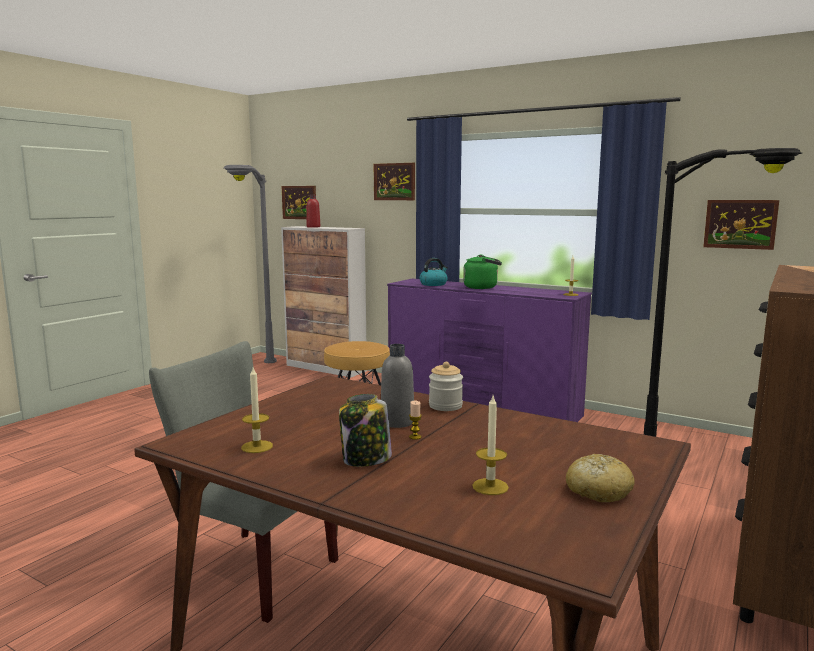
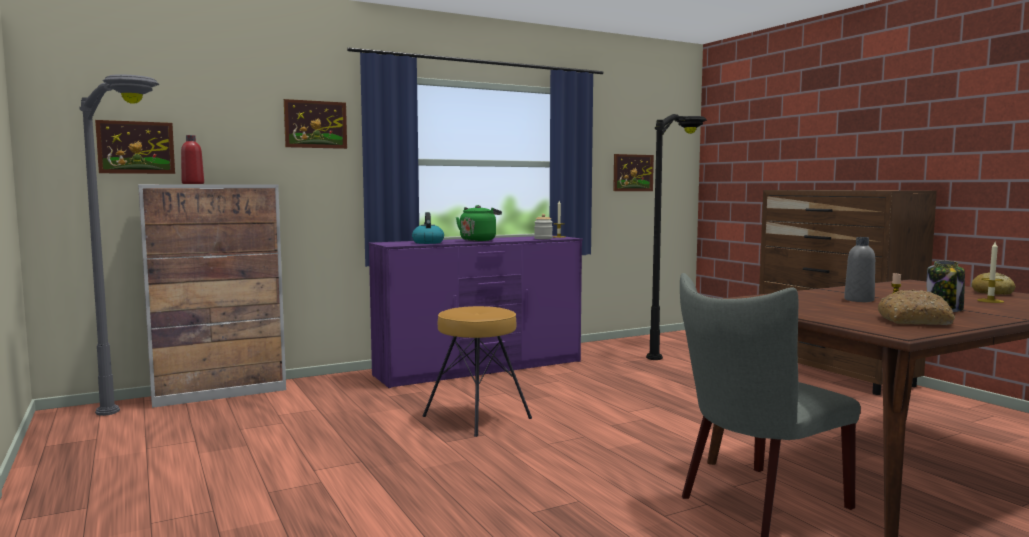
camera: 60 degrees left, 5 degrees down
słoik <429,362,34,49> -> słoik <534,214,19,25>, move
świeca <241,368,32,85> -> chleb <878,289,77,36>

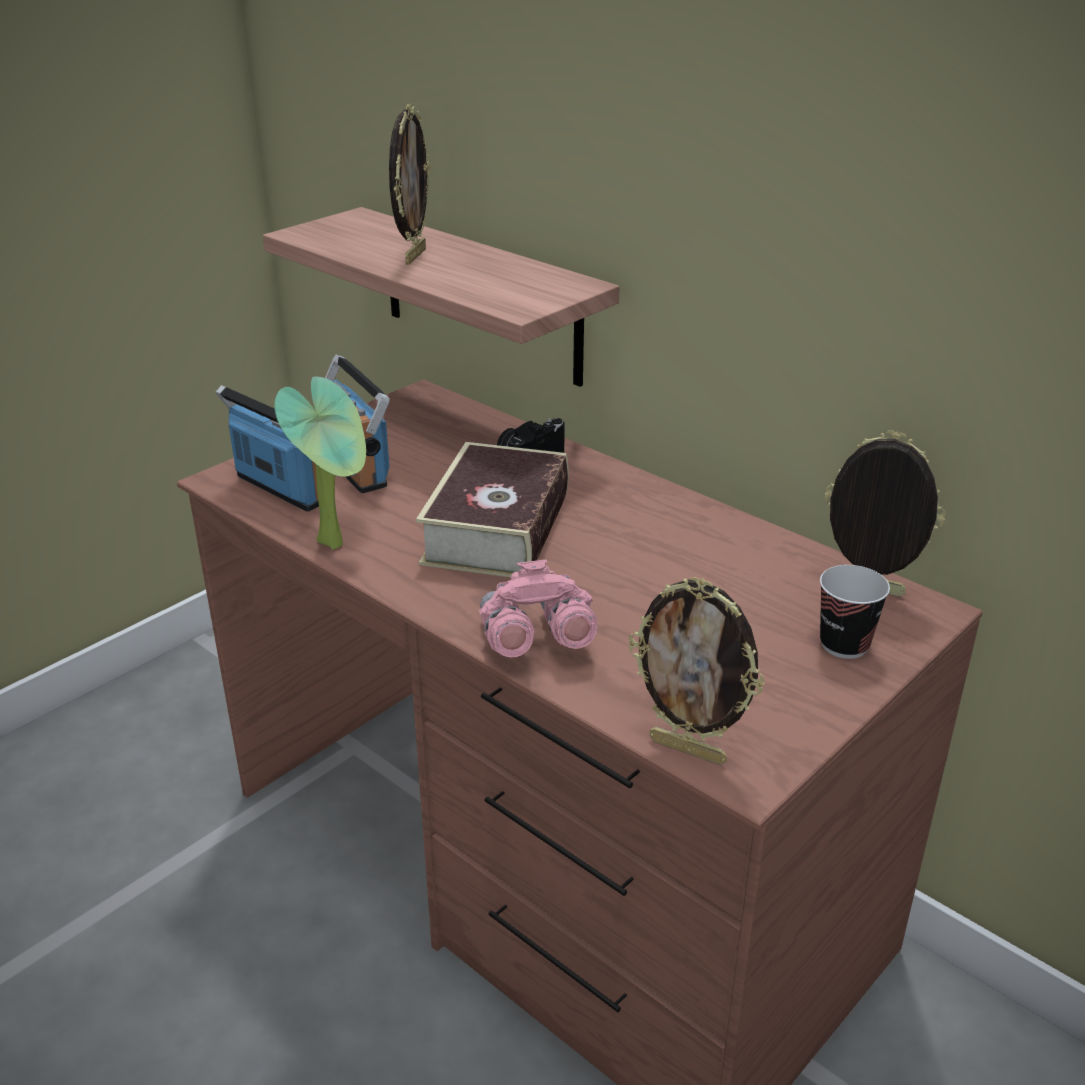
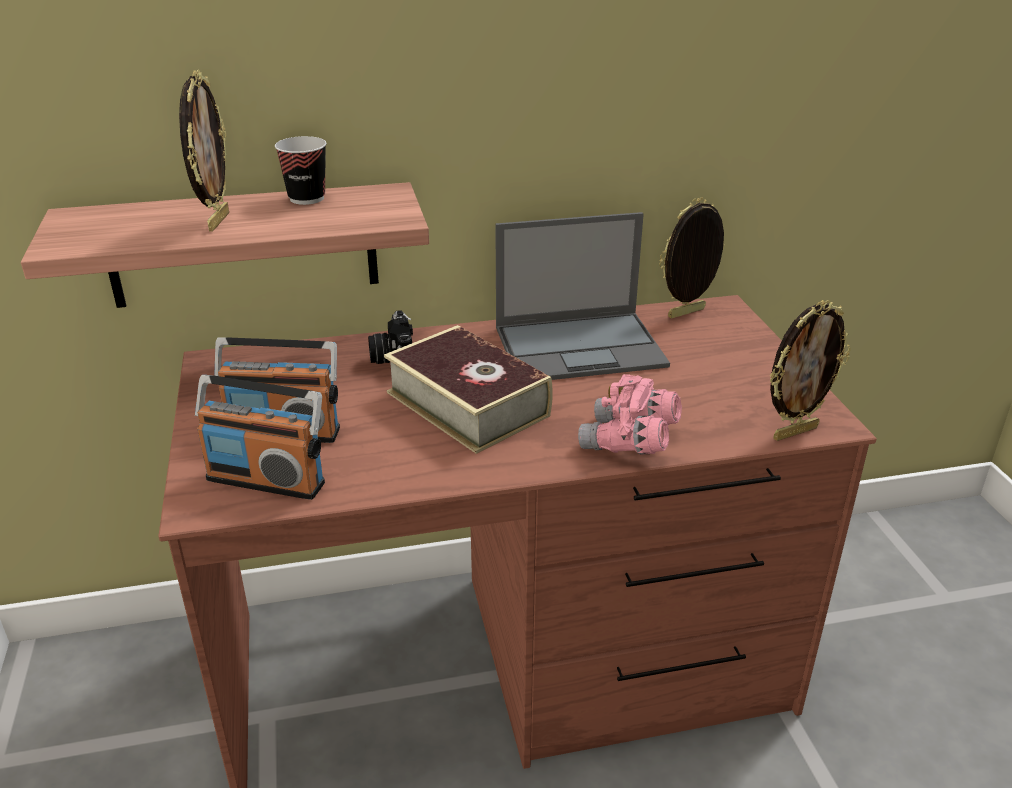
camera: 55 degrees left, 0 degrees up
roślina doniczkowa <274,376,92,174> -> none
none -> laptop <495,212,175,168>
filiżanka <820,565,70,94> -> filiżanka <275,136,52,69>, move
radio <215,385,104,126> -> radio <195,375,130,125>, 150 degrees counterclockwise
ramka na zdjęcie <389,104,41,161> -> ramka na zdjęcie <179,70,50,162>, 45 degrees clockwise

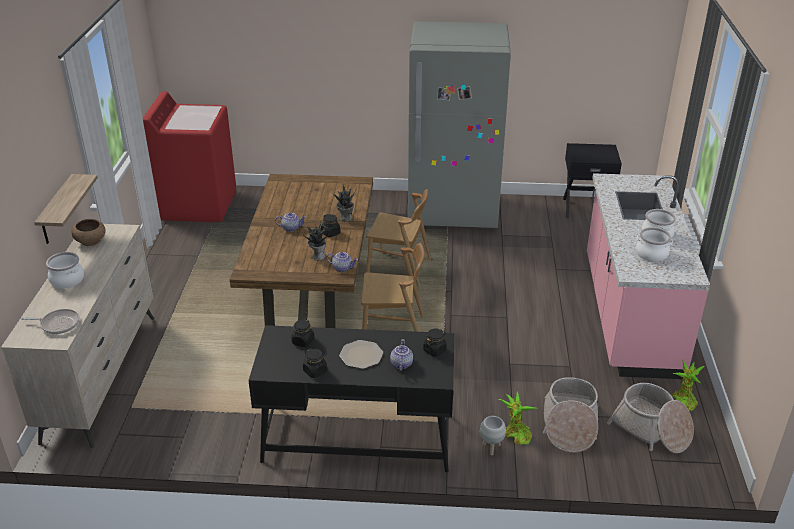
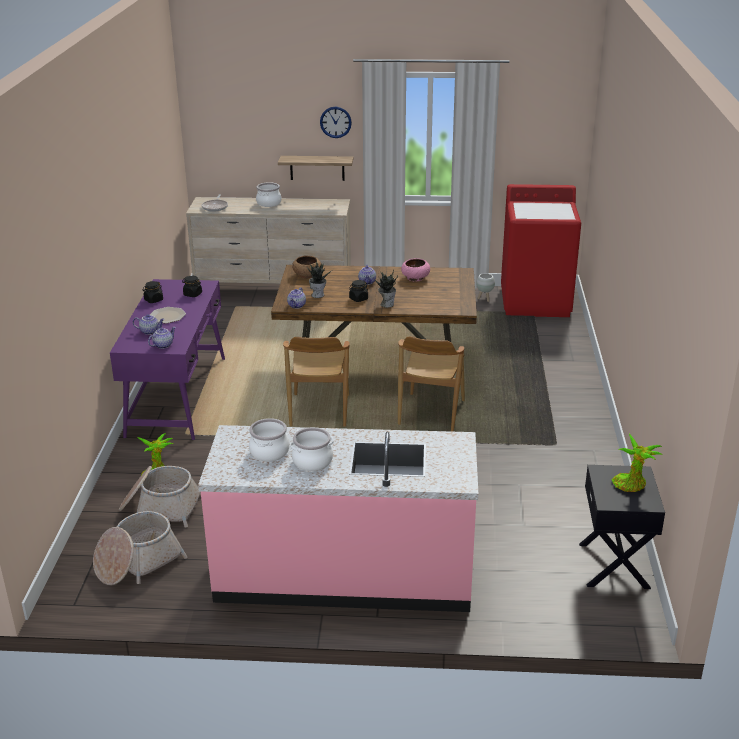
camera: 90 degrees right, 5 degrees down
lodówka [szary] <408,21,103,207> -> none
none -> zegar ścienny <320,107,32,31>
none -> miska [różowy] <401,258,29,24>
miska [brązowy] <71,219,35,27> -> miska [brązowy] <292,255,29,24>, move
donica [biały] <480,416,26,40> -> donica [biały] <476,273,19,29>, move
roślina doniczkowa <672,360,33,51> -> roślina doniczkowa <612,433,50,59>, move
słoik [czarny] <423,329,24,28> -> imbryk <148,327,28,22>
biurko [czarny] <248,325,206,147> -> biurko [fioletowy] <110,279,115,161>

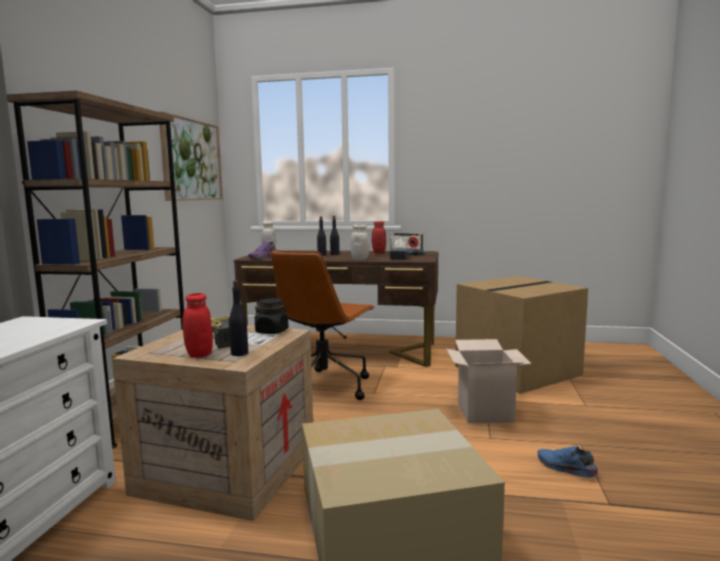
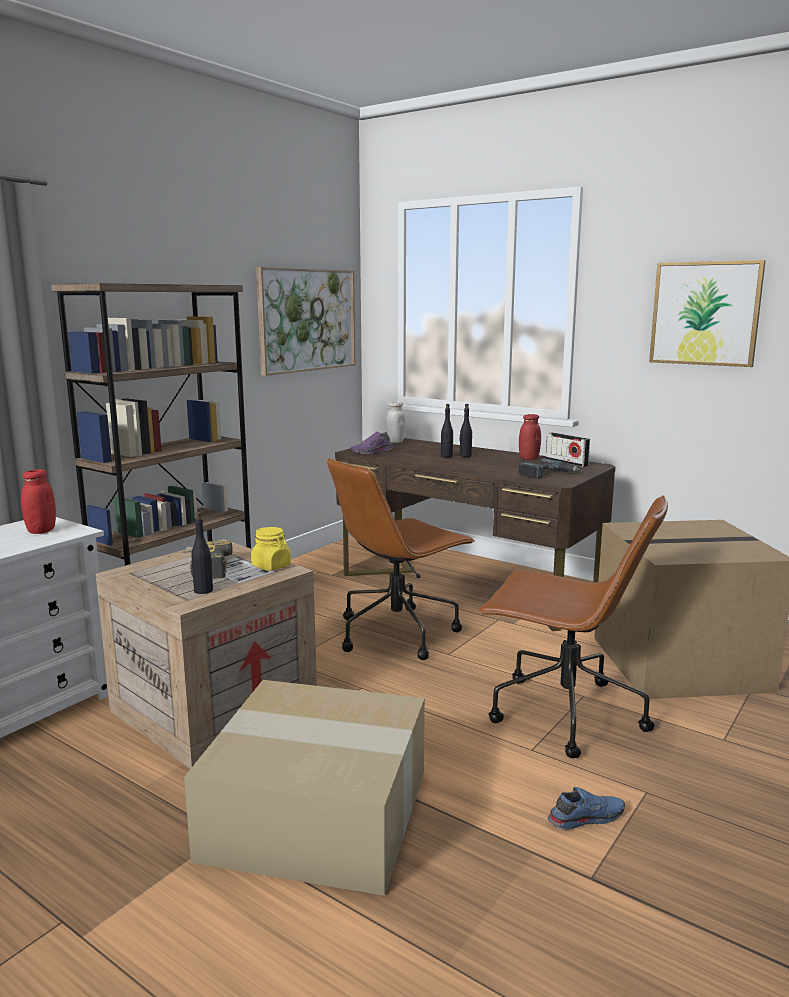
camera: 25 degrees right, 5 degrees up
słoik [biały] <350,225,19,35> -> none
none -> obraz <649,260,117,107>
słoik [czerwony] <182,293,31,65> -> słoik [czerwony] <21,469,35,65>, move
karton <446,339,86,84> -> krzesło biurowe [brązowy] <478,495,190,264>
słoik [czarny] <254,298,35,36> -> słoik [żółty] <251,527,40,43>
but [niebieski] <537,446,62,32> -> but [niebieski] <548,787,77,43>, 90 degrees clockwise

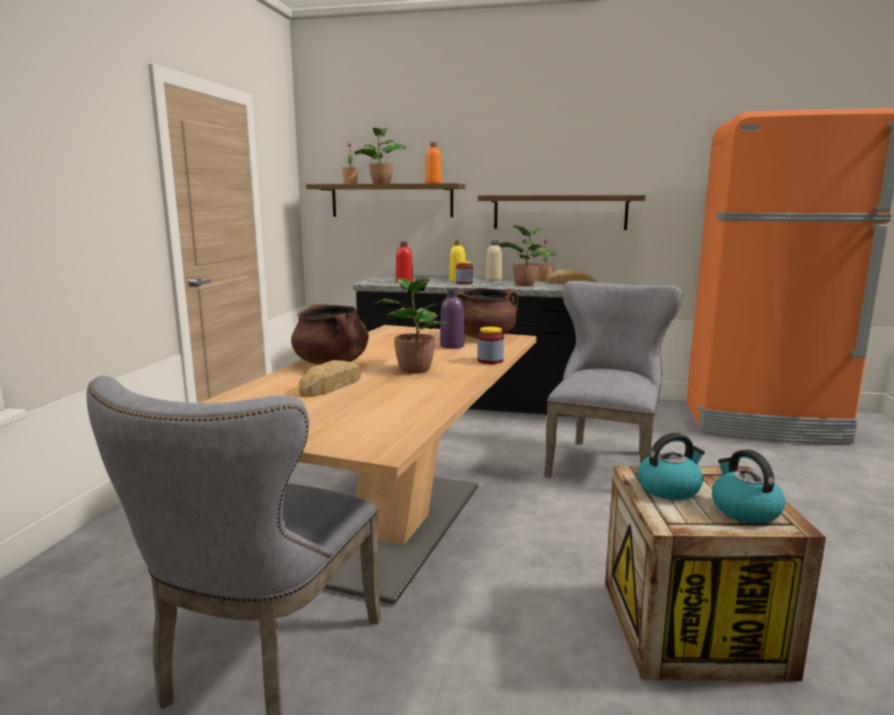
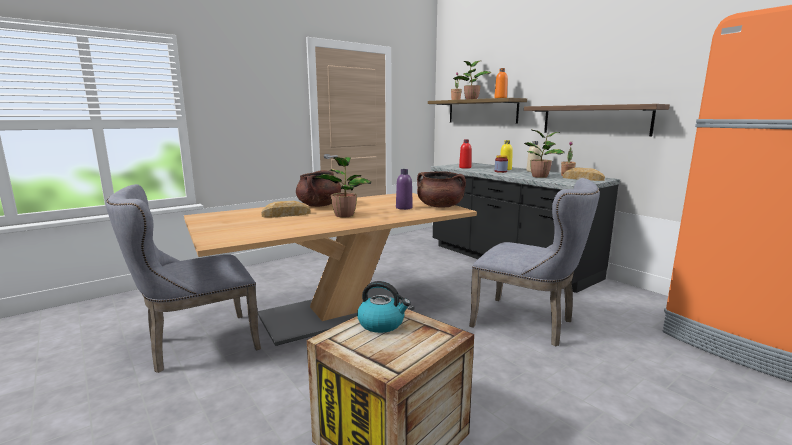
camera: 40 degrees right, 0 degrees up
słoik <477,327,27,37> -> none
czajnik <712,449,74,74> -> none
krzesło [szary] <544,281,138,197> -> krzesło [szary] <469,178,131,169>, 60 degrees clockwise

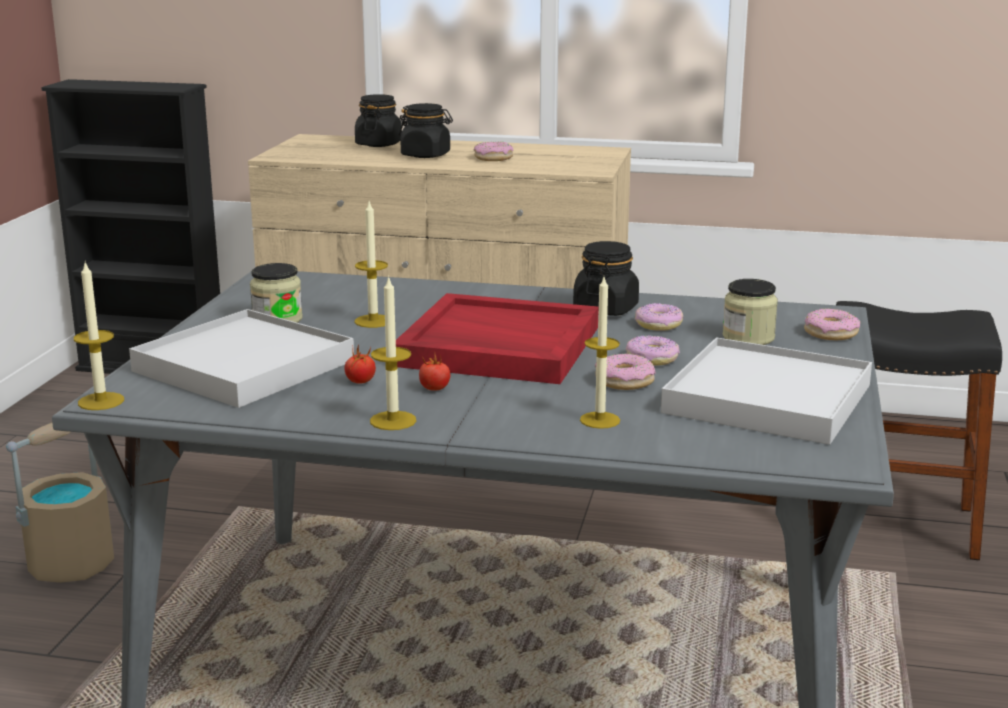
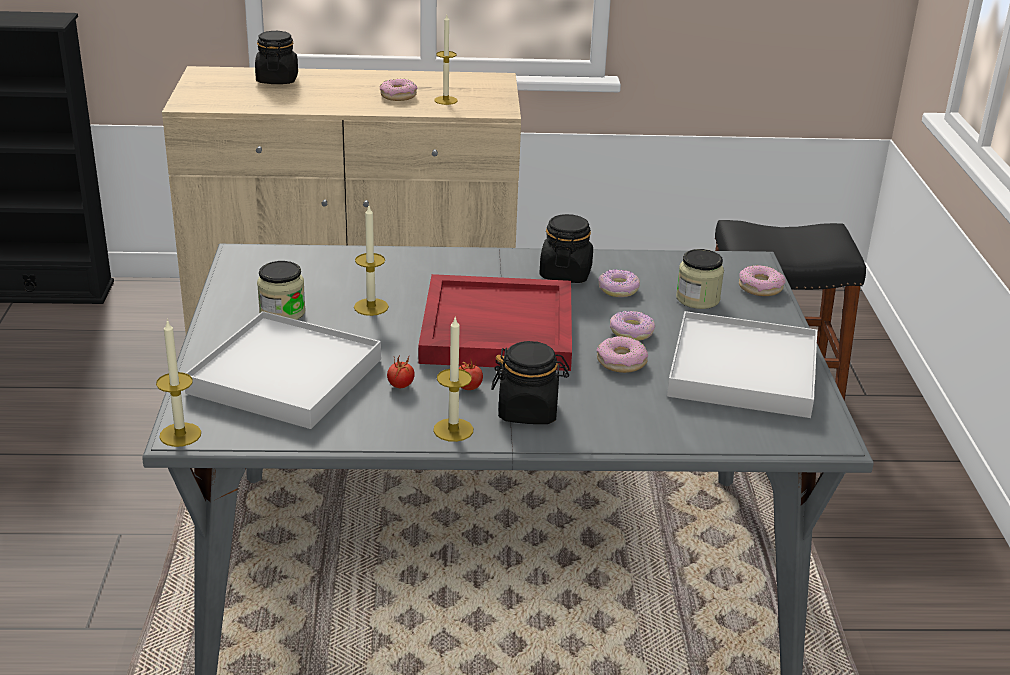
camera: 15 degrees left, 10 degrees up
wiadro [beżowy] <6,423,108,160> -> none
słoik [czarny] <399,103,54,55> -> słoik [czarny] <491,341,79,83>, move
świeca <580,277,40,152> -> świeca <434,15,23,90>, move

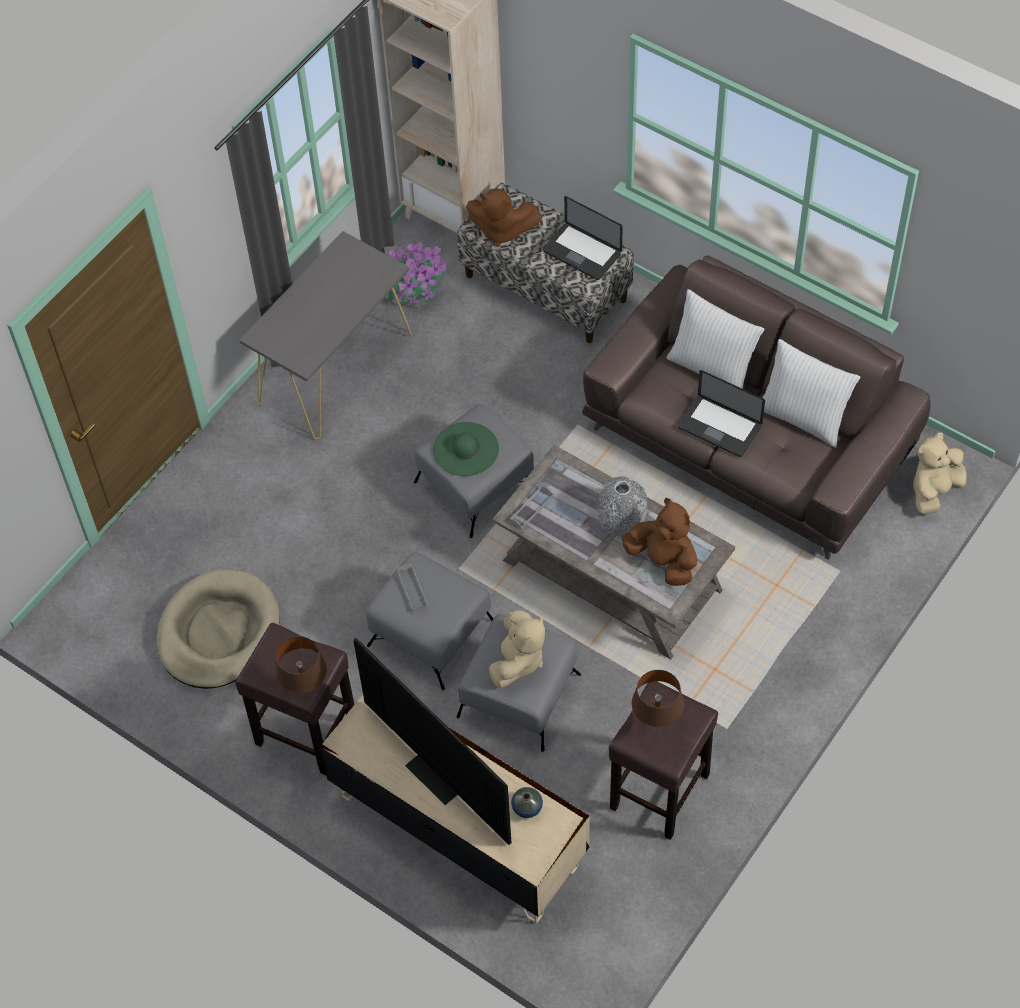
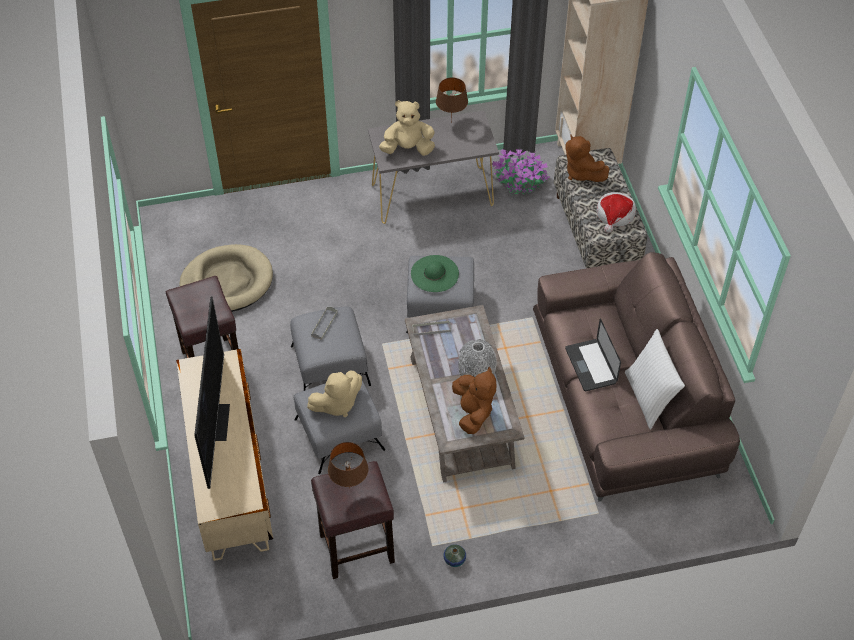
camera: 40 degrees right, 5 degrees down
poduszka [biały] <666,289,98,100> -> none
lampa stołowa [brązowy] <275,636,52,57> -> lampa stołowa [brązowy] <436,78,32,45>, move
wazon <511,787,32,31> -> wazon <443,544,23,23>, move
pluszak [beżowy] <913,432,54,83> -> pluszak [beżowy] <379,100,56,56>, move
laptop <542,196,81,84> -> kapelusz <597,192,39,41>

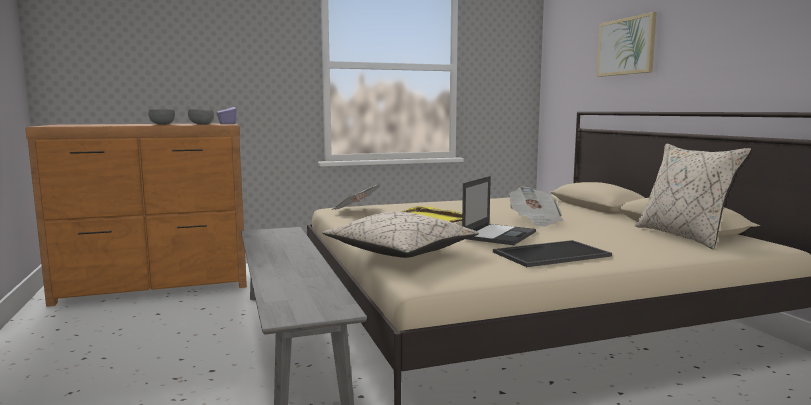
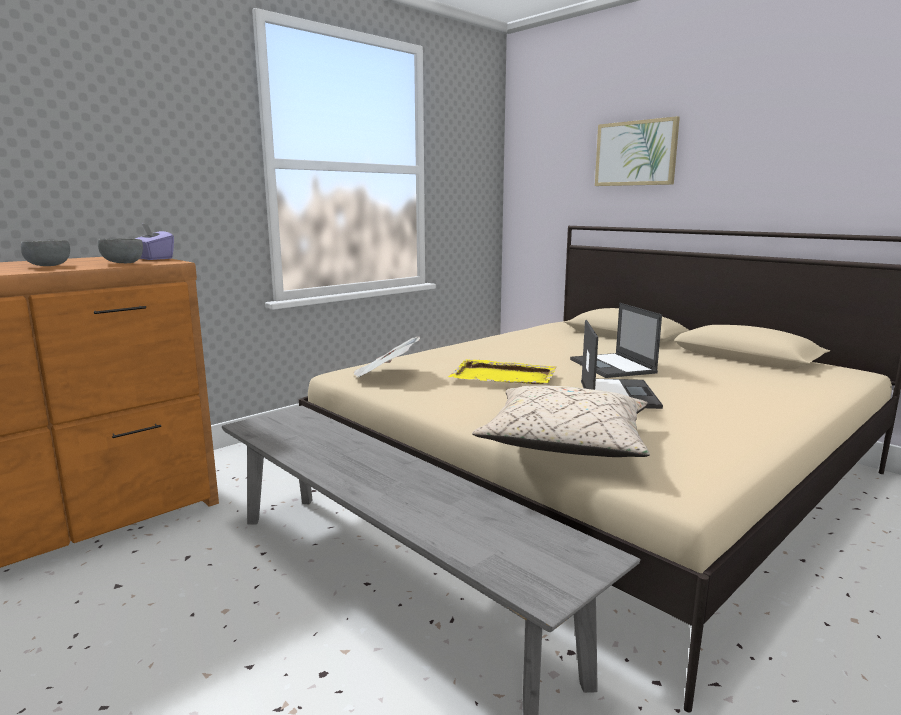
camera: 25 degrees left, 5 degrees up
taca <493,240,119,27> -> none
poduszka [beżowy] <635,144,116,105> -> none
gazeta <509,187,54,40> -> laptop <570,303,92,75>

